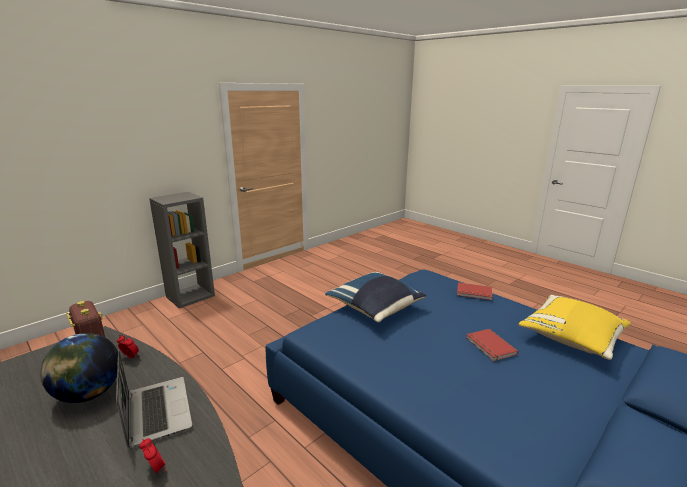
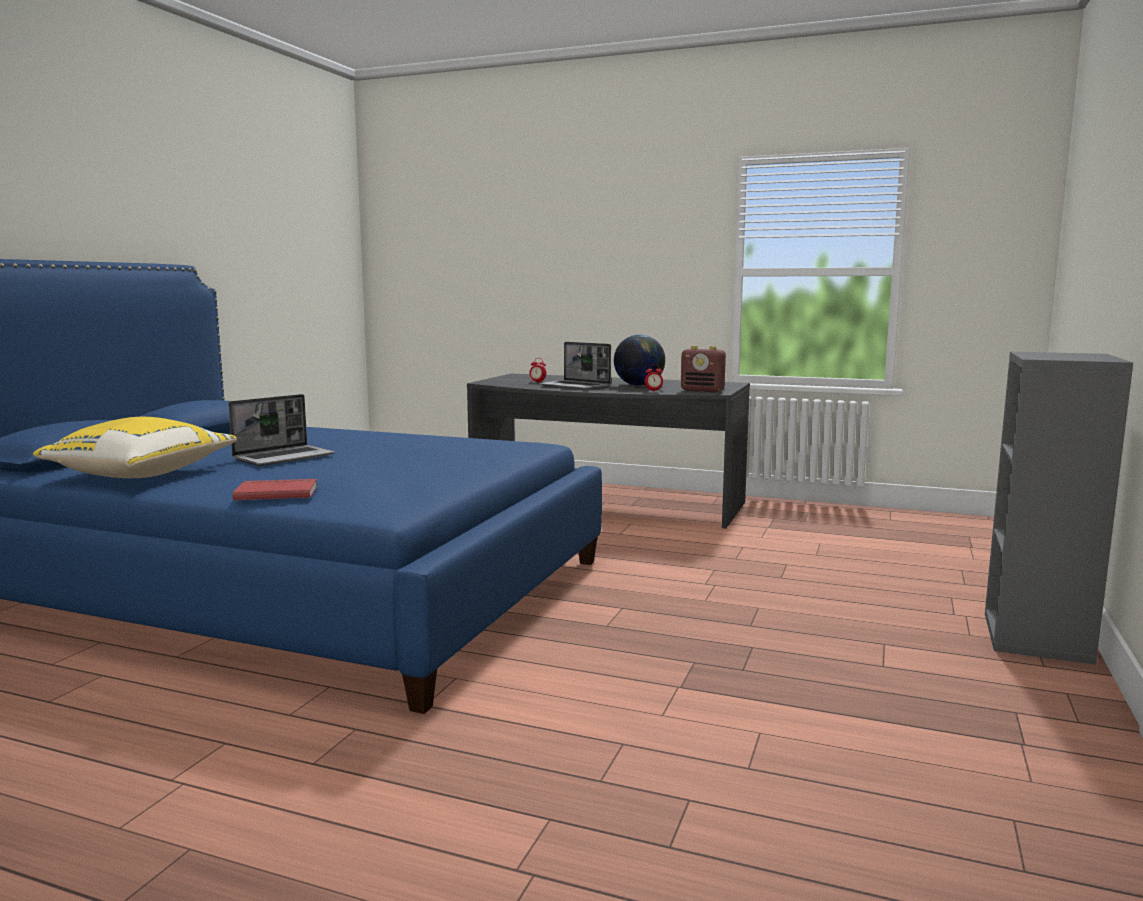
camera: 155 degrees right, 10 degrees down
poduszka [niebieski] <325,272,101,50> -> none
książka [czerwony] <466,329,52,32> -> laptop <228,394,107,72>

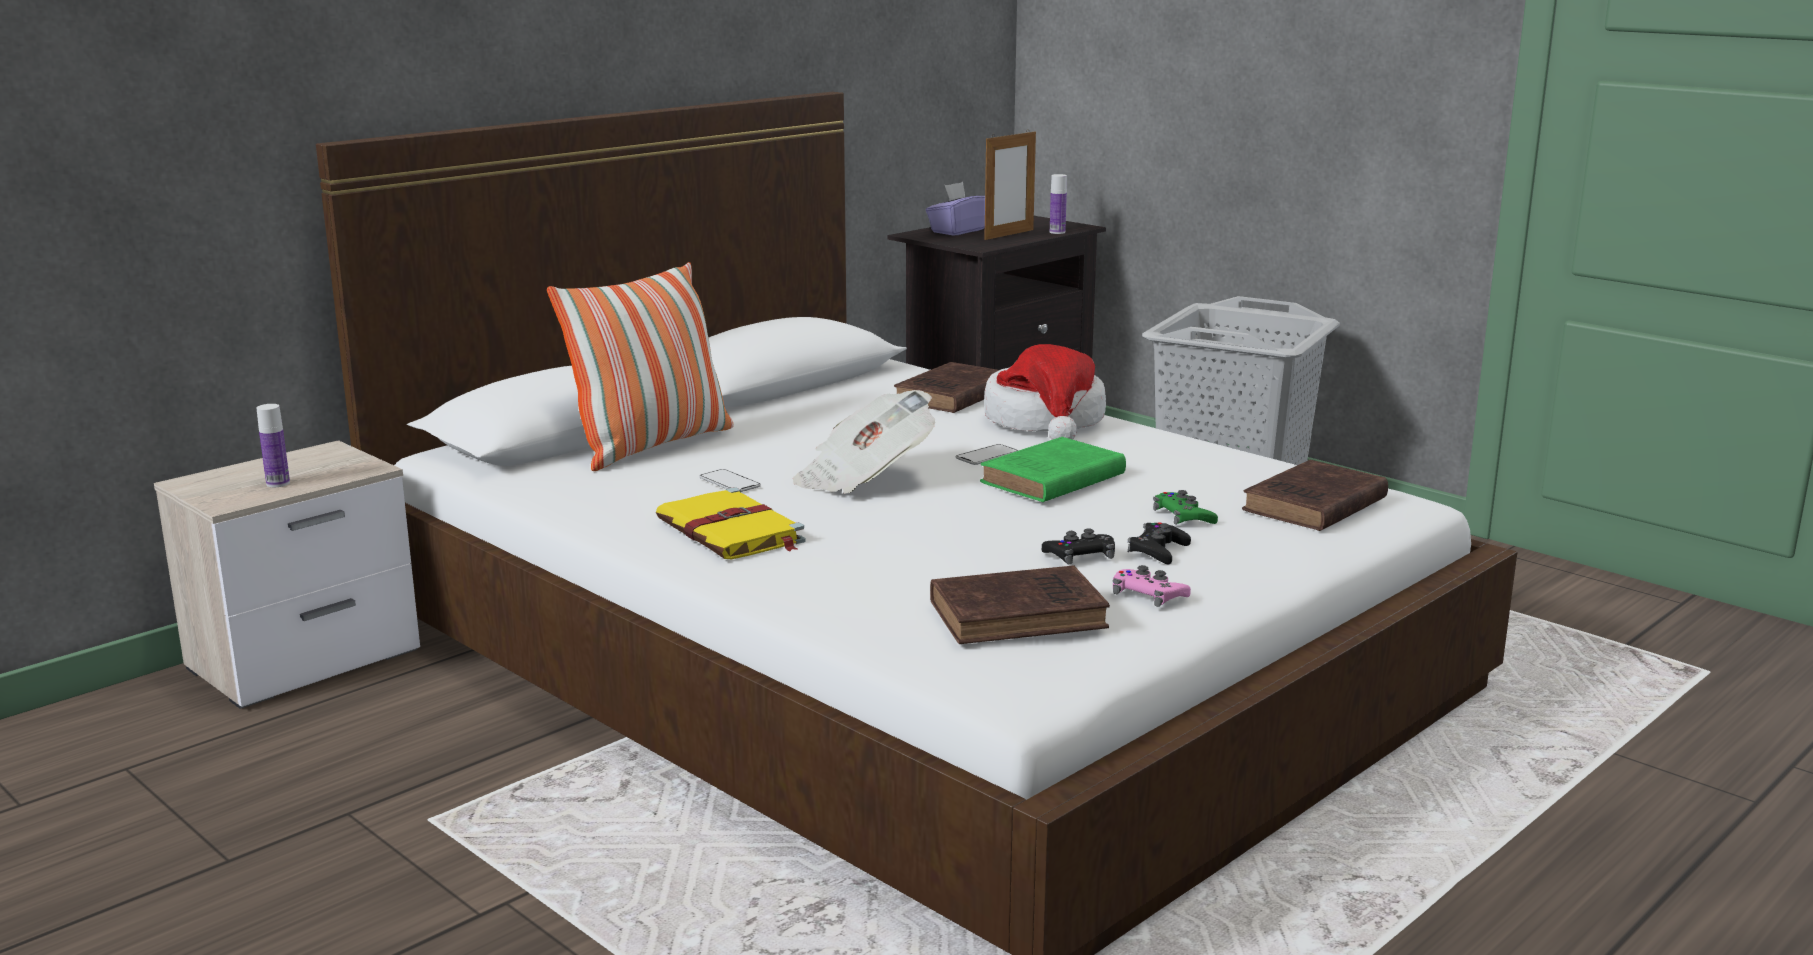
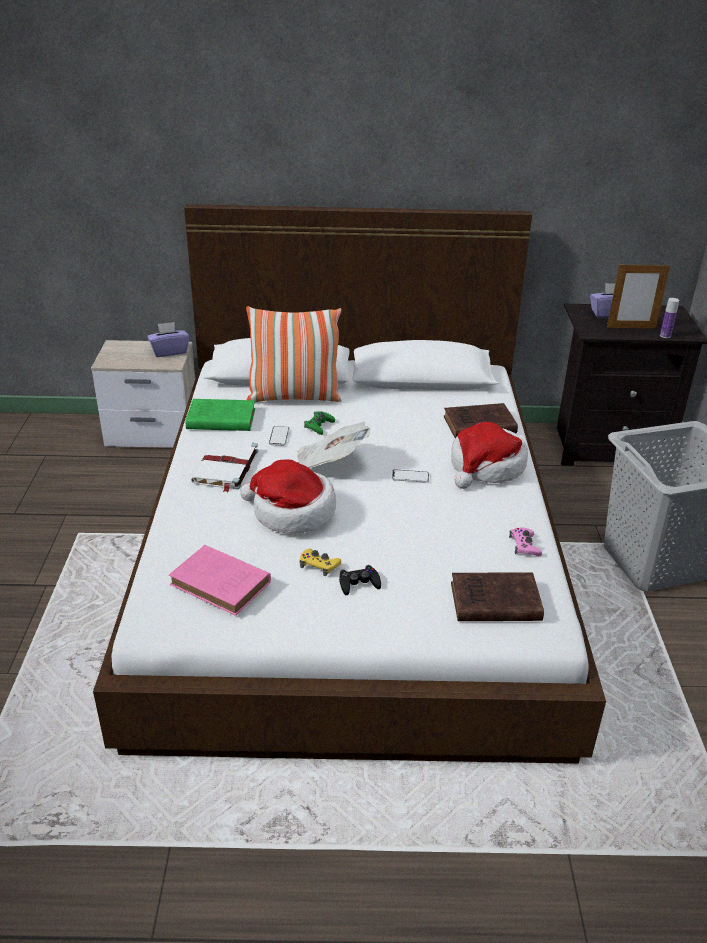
camera: 45 degrees right, 15 degrees up
butelka <257,404,33,83> -> none
none -> pudełko chusteczek [fioletowy] <147,322,42,35>
none -> kapelusz <240,459,96,75>
książka [zielony] <980,437,146,65> -> książka [zielony] <185,399,70,32>, move
pad do gier [różowy] <1113,565,78,42> -> pad do gier [różowy] <509,527,33,29>, move
pad do gier [zielony] <1153,490,65,35> -> pad do gier [zielony] <304,411,31,24>, move
książka [żółty] <656,487,149,72> -> książka [biały] <191,439,67,53>
książka [brązowy] <930,565,180,79> -> książka [różowy] <169,545,102,71>
pad do gier [czarny] <1042,528,73,37> -> pad do gier [żółty] <300,549,41,27>

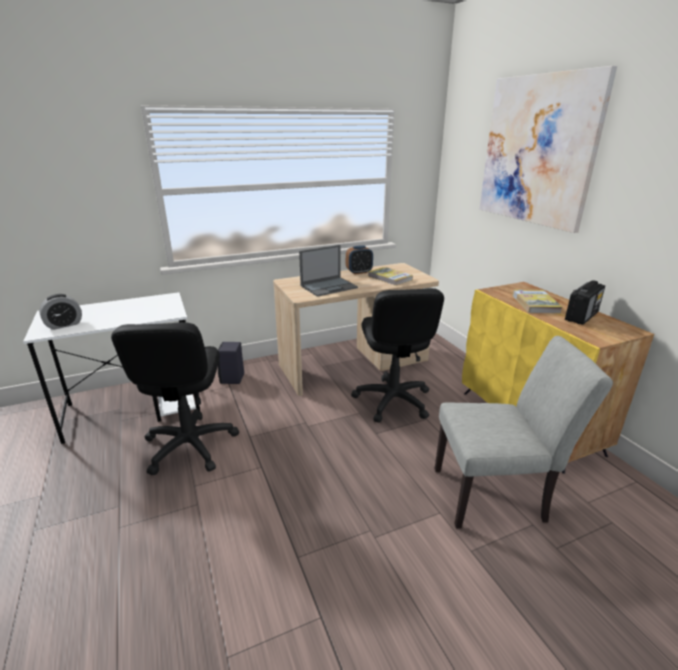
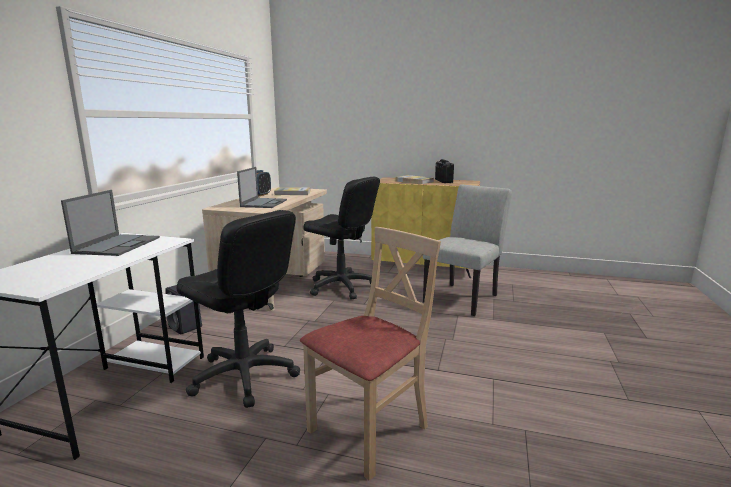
camera: 50 degrees left, 10 degrees down
budzik <39,294,43,36> -> none
obraz <479,66,138,167> -> none
none -> laptop <61,190,99,66>
none -> krzesło [beżowy] <300,227,141,253>

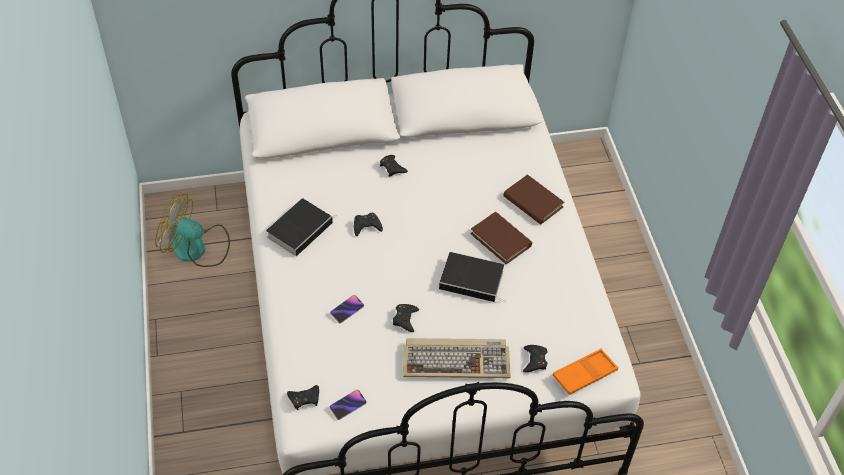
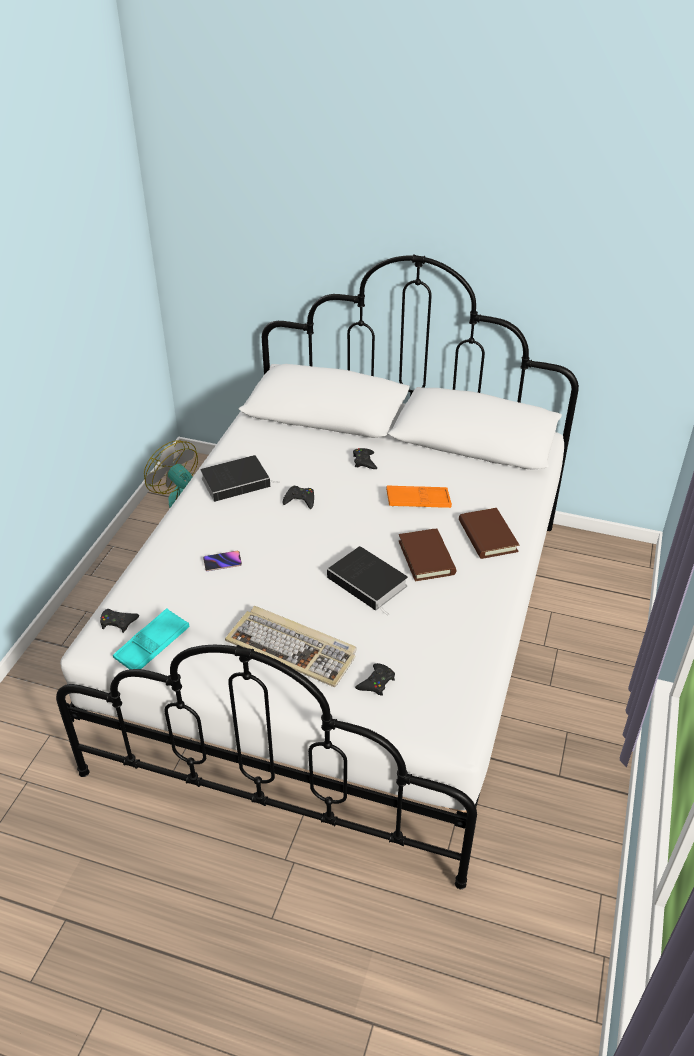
camera: 30 degrees right, 10 degrees down
pad do gier [czarny] <393,304,26,28> -> none
taca [pomarańczowy] <553,349,65,46> -> taca [pomarańczowy] <386,485,66,23>, move
telefon <329,390,38,30> -> taca [turkusowy] <113,608,77,61>

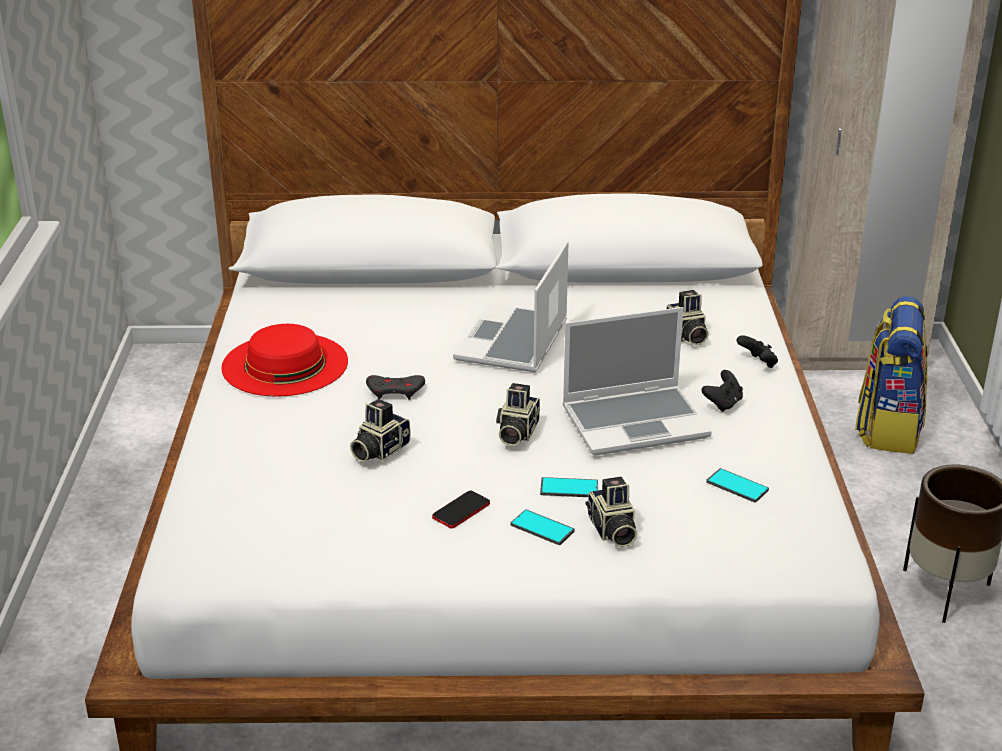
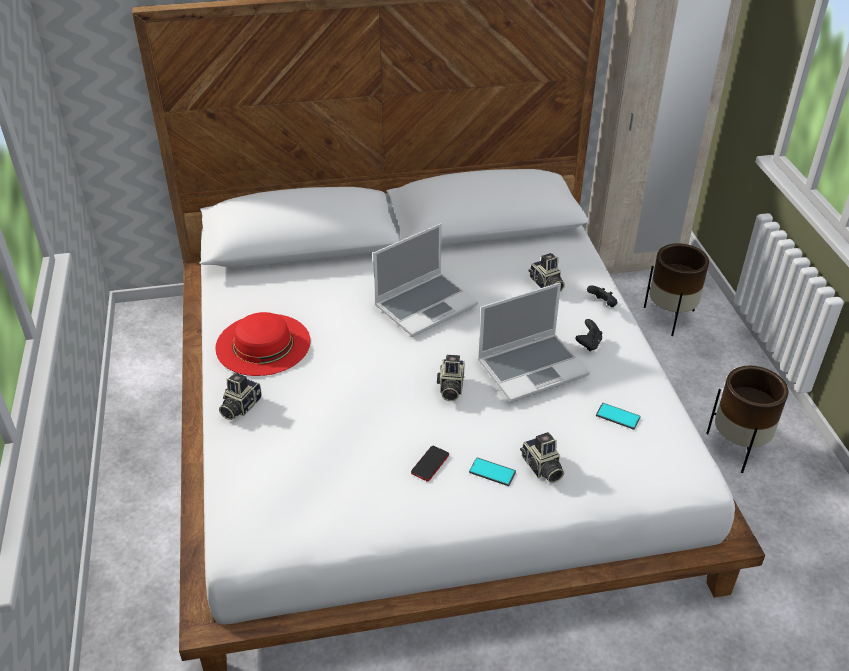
camera: 10 degrees left, 10 degrees up
pad do gier [szary] <366,375,59,25> -> none
telefon <540,477,58,20> -> none
aparat fotograficzny <350,399,60,63> -> aparat fotograficzny <219,373,43,47>, move
plecak <855,296,73,158> -> donica [brązowy] <644,243,65,93>
laptop <453,241,115,131> -> laptop <373,223,105,114>, 135 degrees counterclockwise

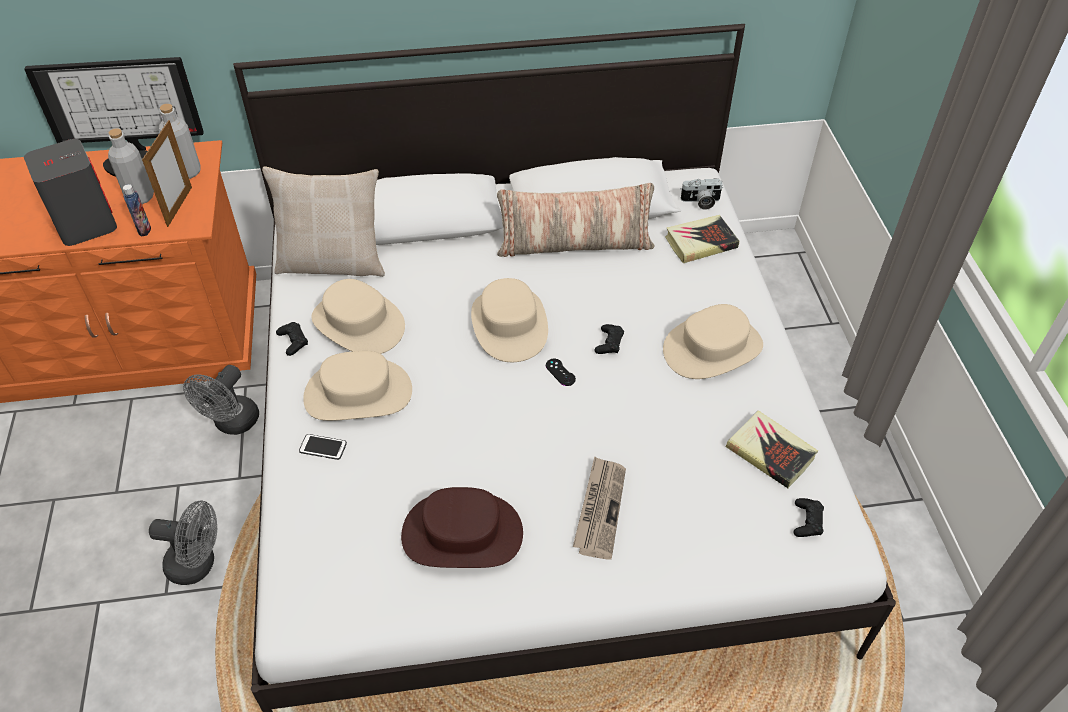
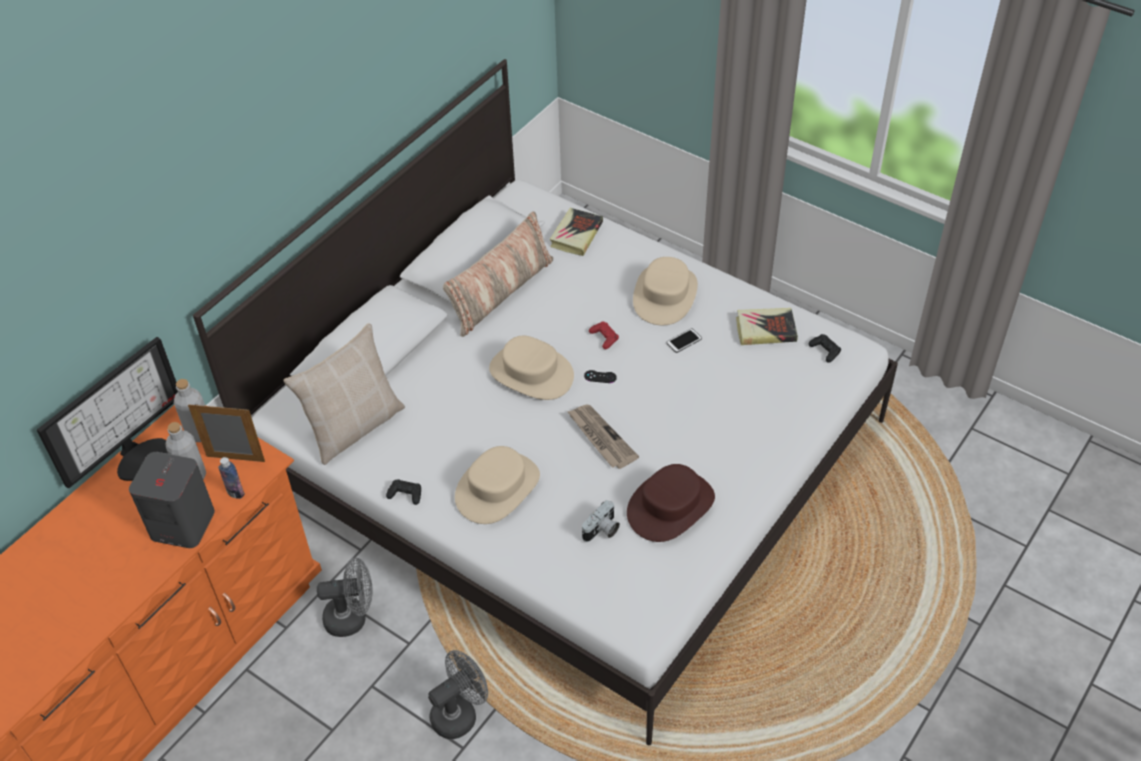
camera: 45 degrees left, 0 degrees up
kapelusz [beżowy] <312,279,93,75> -> none
telefon <299,434,48,26> -> telefon <666,328,36,25>, move
gazeta <573,456,53,104> -> gazeta <567,405,72,64>, move
aparat fotograficzny <680,178,43,32> -> aparat fotograficzny <582,500,38,42>, move
pad do gier [czarny] <594,324,30,30> -> pad do gier [czerwony] <589,322,30,27>
ramka na zdjęcie <142,120,50,107> -> ramka na zdjęcie <188,404,77,58>, 45 degrees counterclockwise
wentylator [szary] <183,365,76,70> -> wentylator [szary] <317,558,55,79>, 75 degrees counterclockwise

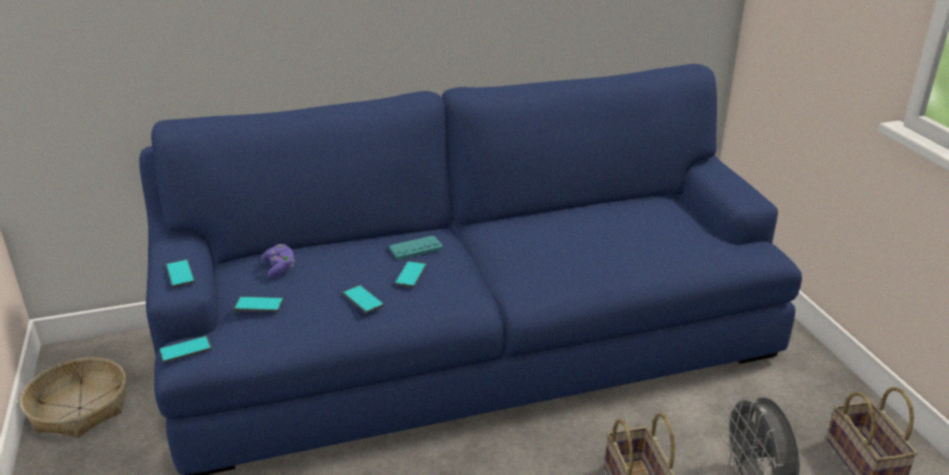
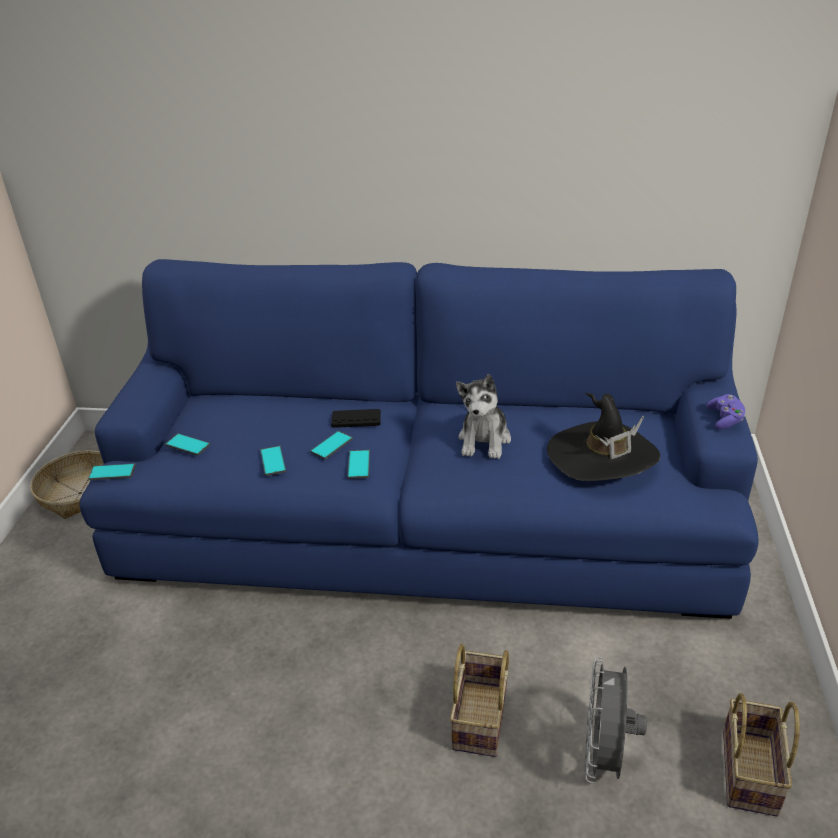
camera: 25 degrees right, 5 degrees up
none -> pluszak <456,374,55,85>
none -> kapelusz [czarny] <547,393,113,88>
telefon <166,259,29,29> -> telefon <347,450,23,29>, move
pad do gier [fioletowy] <261,244,33,35> -> pad do gier [fioletowy] <706,394,40,35>, move
pad do gier [turkusowy] <389,236,54,24> -> pad do gier [czarny] <331,409,50,19>

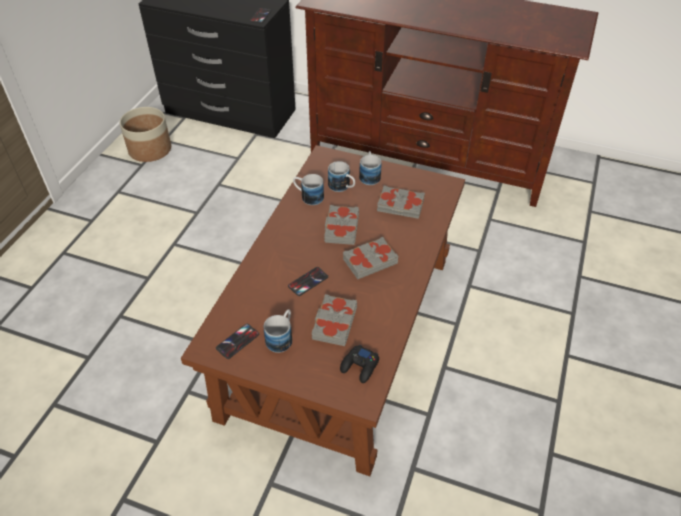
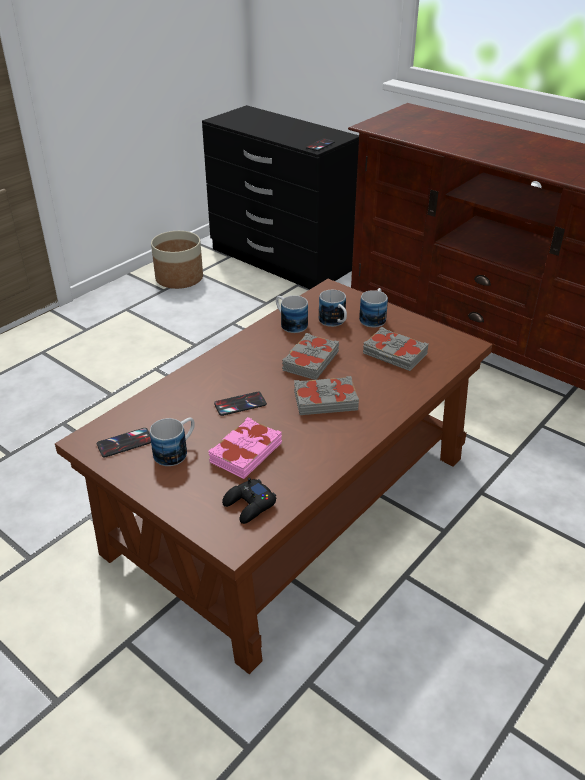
camera: 20 degrees right, 10 degrees down
książka [szary] <312,294,45,52> -> książka [różowy] <208,417,74,62>

